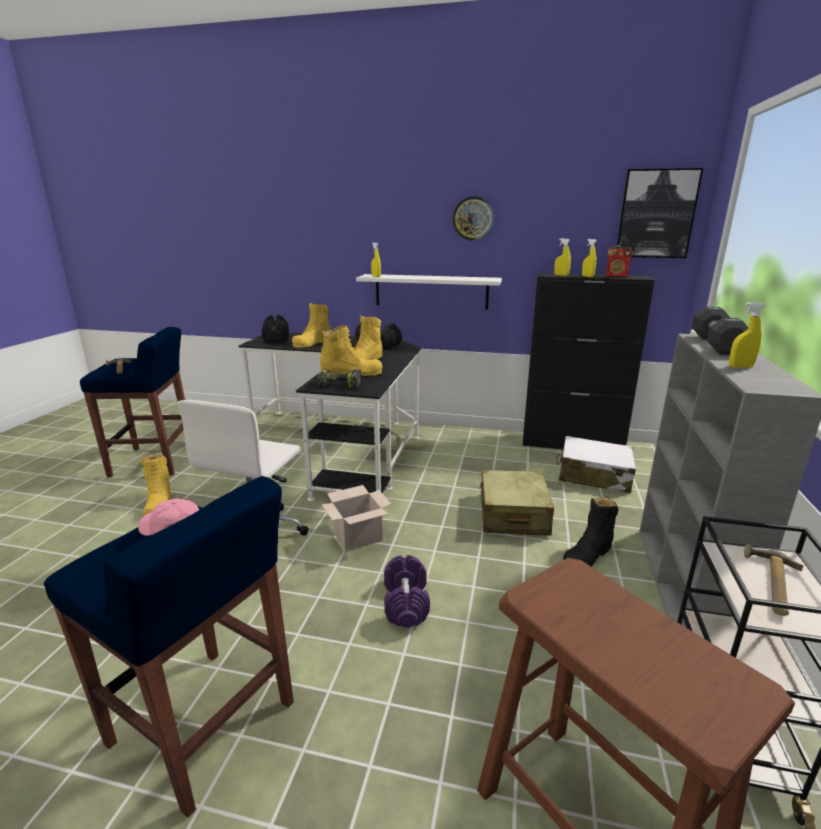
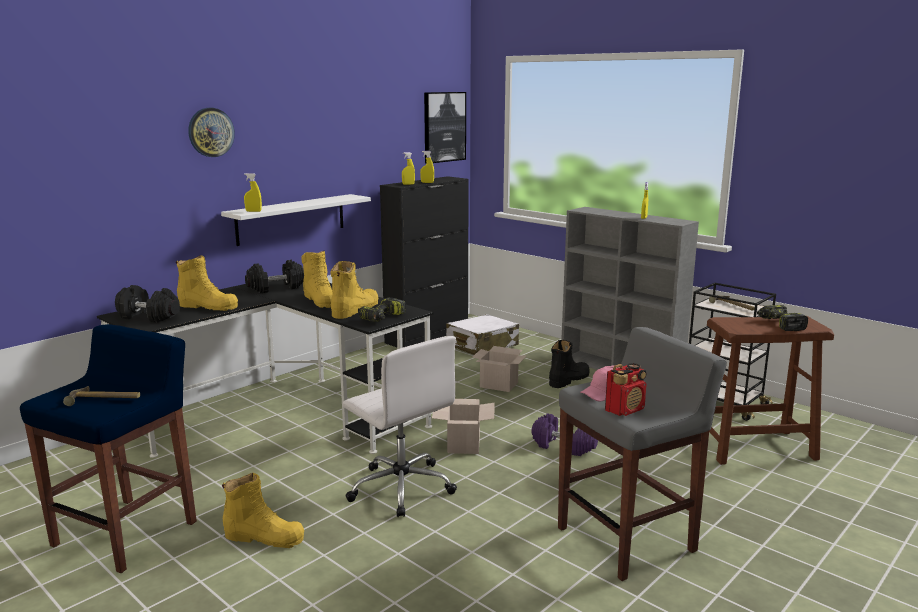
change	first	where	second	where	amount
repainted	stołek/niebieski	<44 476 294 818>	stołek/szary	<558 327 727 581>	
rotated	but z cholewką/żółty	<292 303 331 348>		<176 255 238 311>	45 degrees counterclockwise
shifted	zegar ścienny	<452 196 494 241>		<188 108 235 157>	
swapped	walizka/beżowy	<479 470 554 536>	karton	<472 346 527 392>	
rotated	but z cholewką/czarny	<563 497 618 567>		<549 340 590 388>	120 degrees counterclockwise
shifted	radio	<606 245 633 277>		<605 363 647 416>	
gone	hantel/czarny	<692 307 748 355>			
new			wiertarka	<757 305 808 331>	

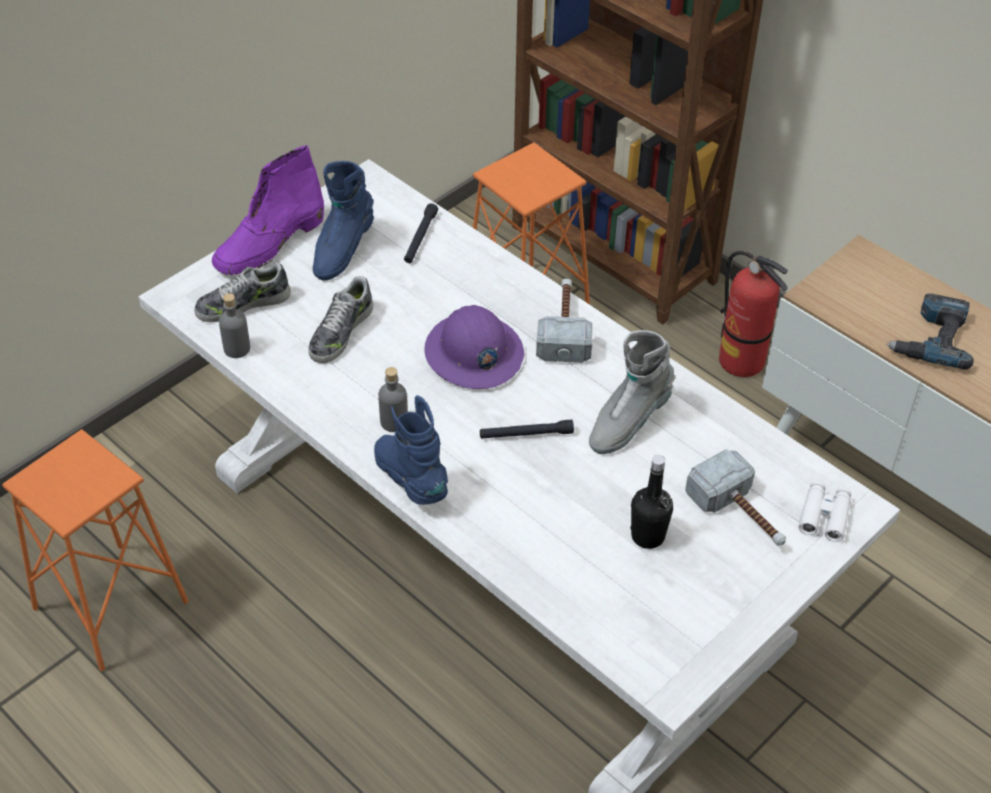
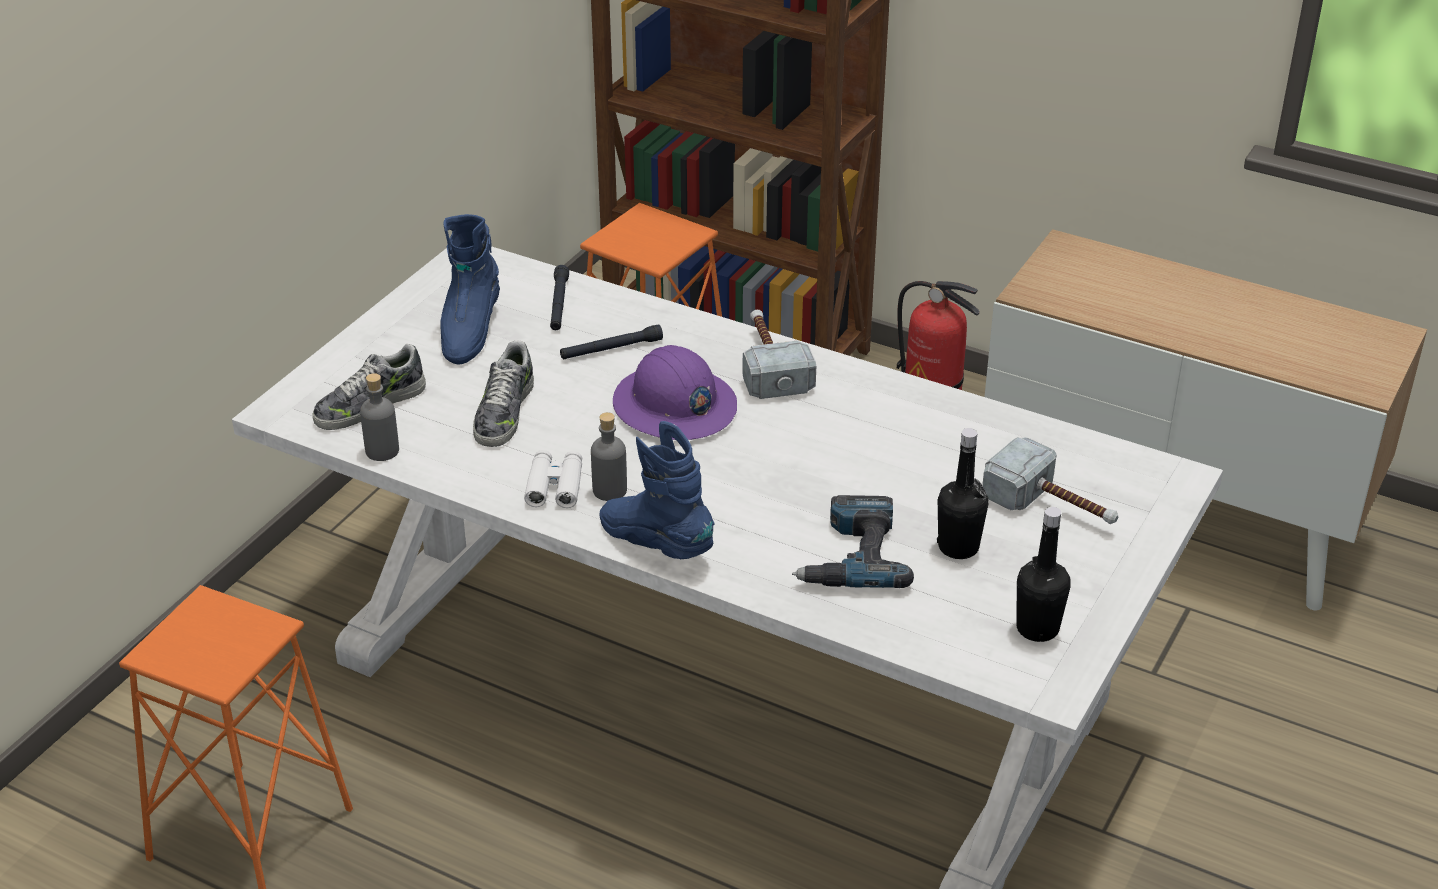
change	first	where	second	where	amount
gone	but z cholewką/fioletowy	<212 145 324 275>			
shifted	latarka/czarny	<480 420 574 439>		<560 324 663 359>	
gone	but z cholewką/szary	<589 330 675 454>			
shifted	lornetka/biały	<799 481 851 542>		<524 450 582 508>	
shifted	wiertarka	<886 293 974 369>		<792 495 914 588>	
new			butelka/czarny	<1016 507 1071 642>	

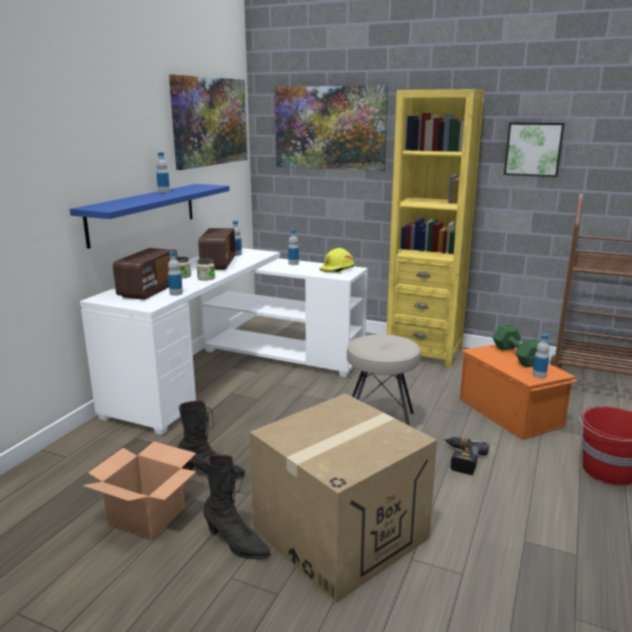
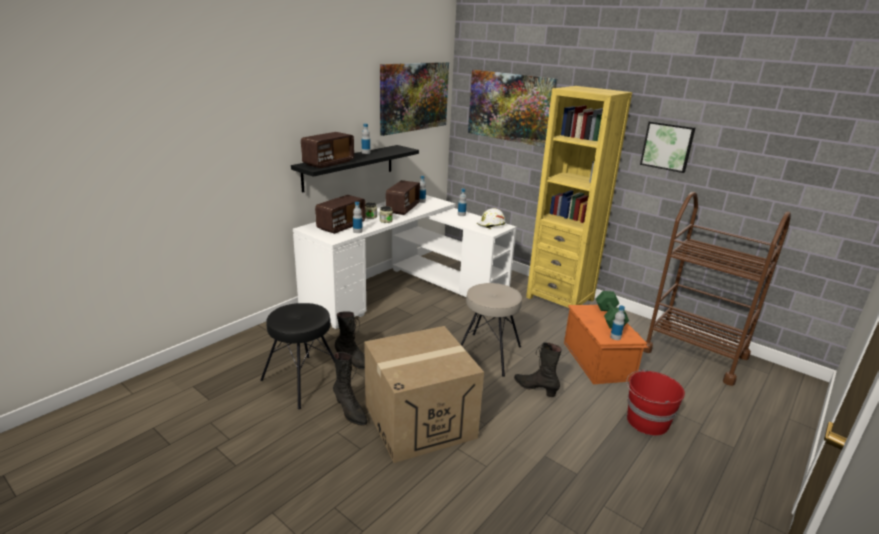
change	first	where	second	where	amount
repainted	półka/niebieski	<70 184 230 249>	półka/czarny	<291 145 419 193>	
swapped	karton	<82 442 196 539>	stołek/czarny	<260 303 335 409>	
repainted	kask/żółty	<319 248 354 274>	kask/biały	<477 208 505 229>	
swapped	wiertarka	<443 437 489 475>	but z cholewką/czarny	<514 342 562 397>	
new			radio	<301 132 354 168>	

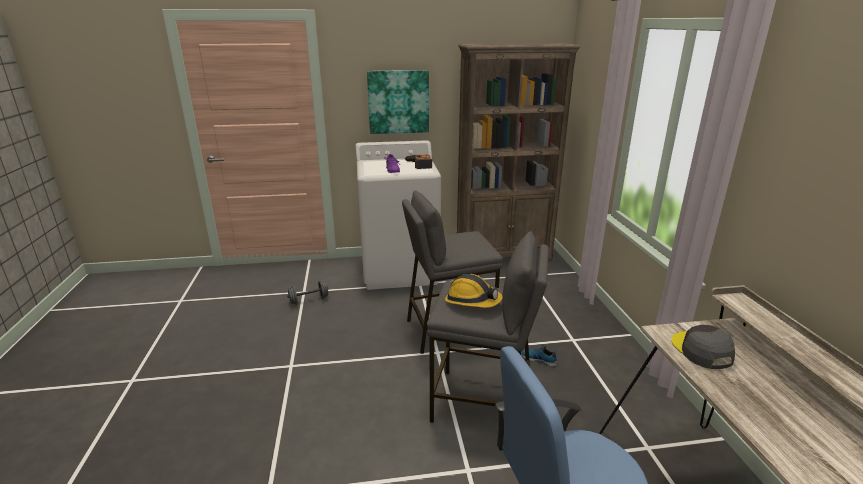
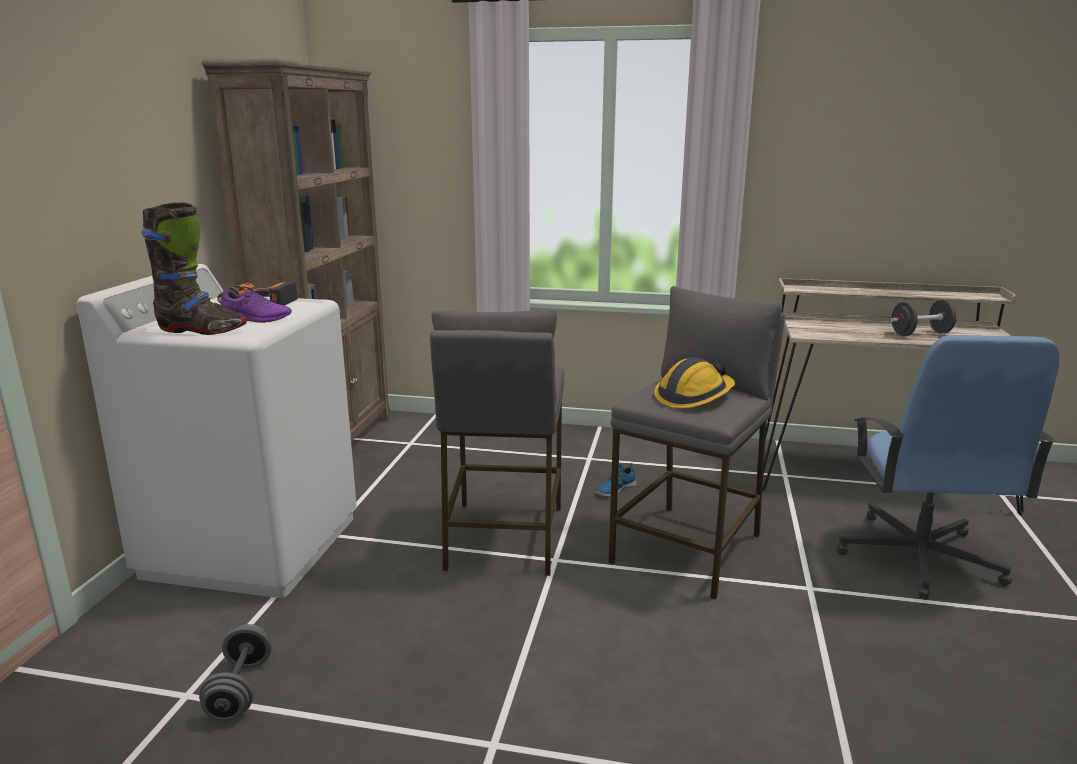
change	first	where	second	where	amount
gone	obraz	<367 70 429 134>			
gone	czapka z daszkiem/szary	<672 325 735 369>			
new			but z cholewką/czarny	<141 202 247 335>	
new			hantel/czarny	<891 300 956 336>	

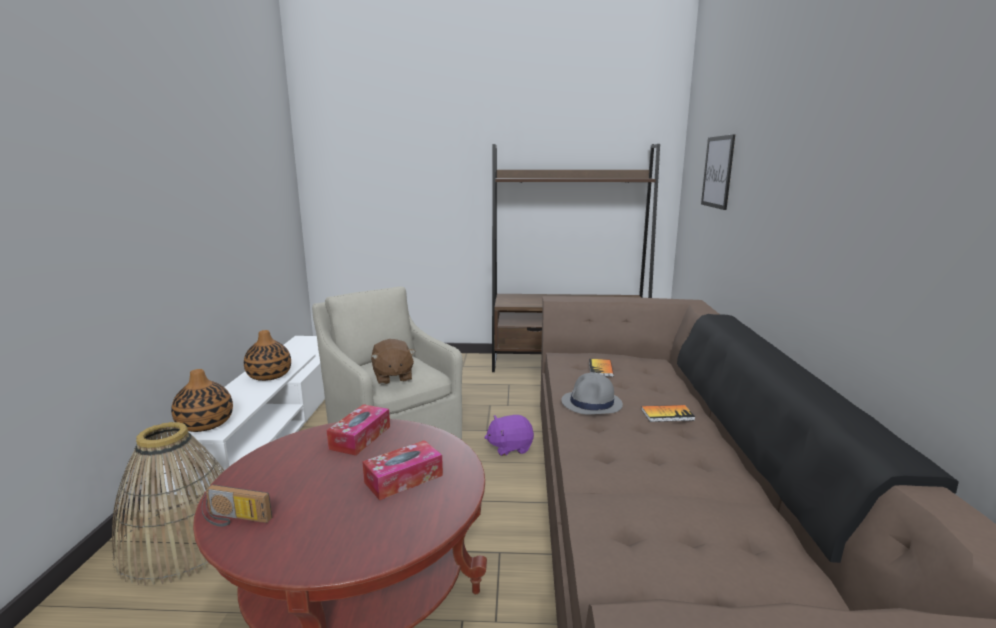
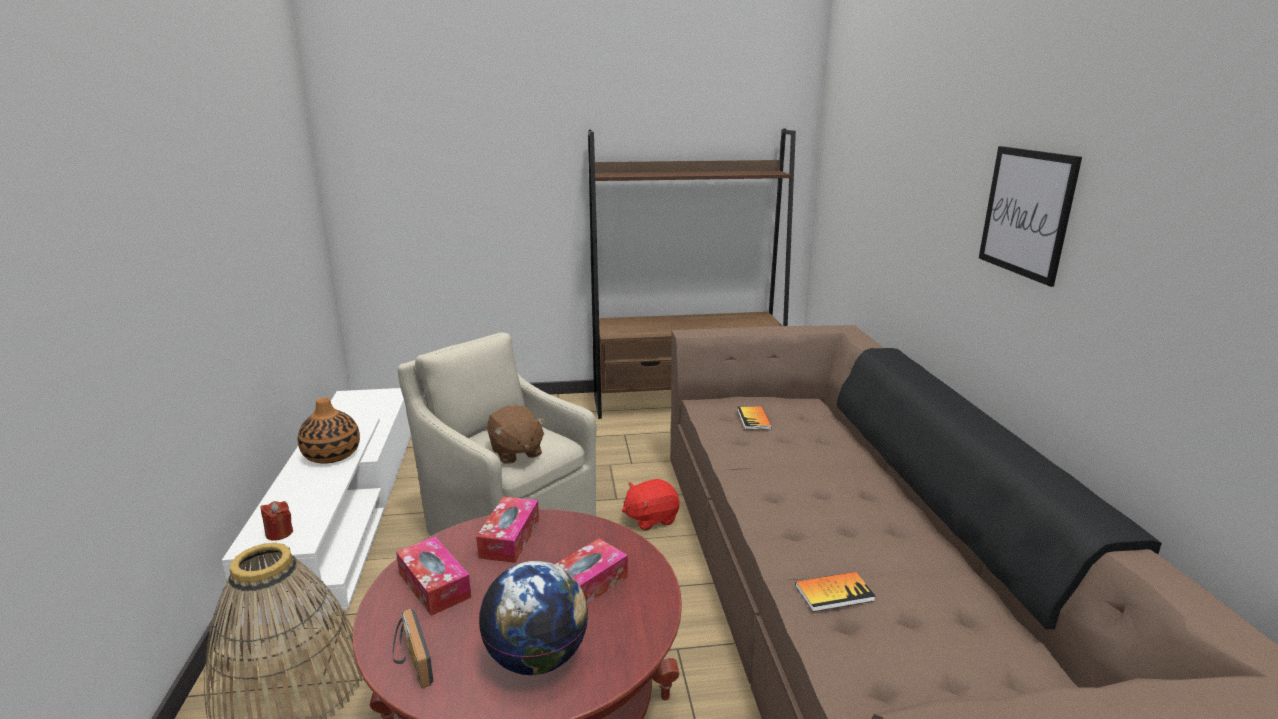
change	first	where	second	where	amount
swapped	wazon	<171 369 233 432>	świeca/czerwony	<260 501 293 541>	
rotated	radio	<202 485 272 527>		<392 608 433 689>	60 degrees clockwise
repainted	pluszak/fioletowy	<484 415 534 456>	pluszak/czerwony	<622 479 680 531>	
gone	kapelusz/szary	<561 373 623 414>			
shifted	książka	<641 405 695 422>		<795 572 875 612>	
shifted	obraz	<701 134 735 210>		<979 146 1082 287>	
new			pudełko chusteczek	<396 537 471 616>	
new			globus	<479 561 588 675>	

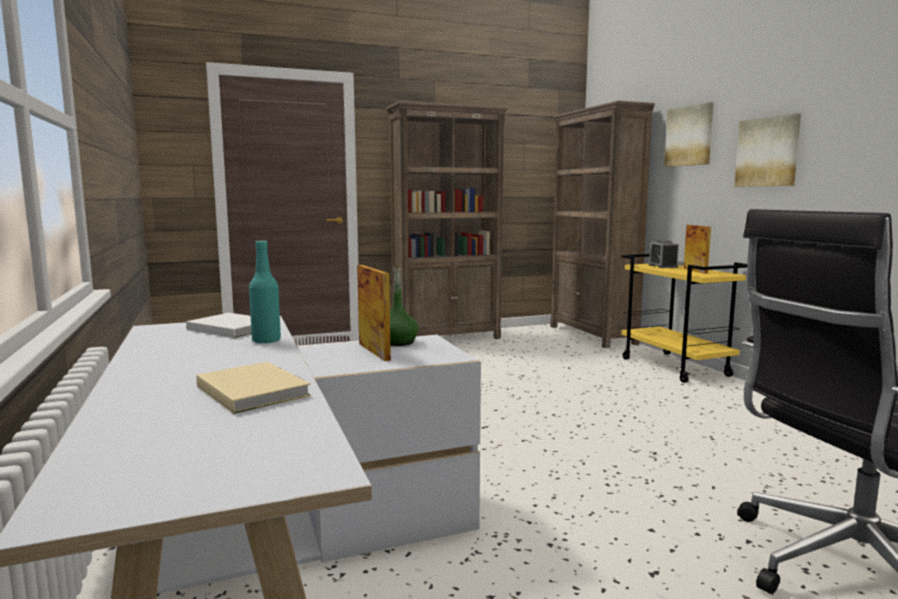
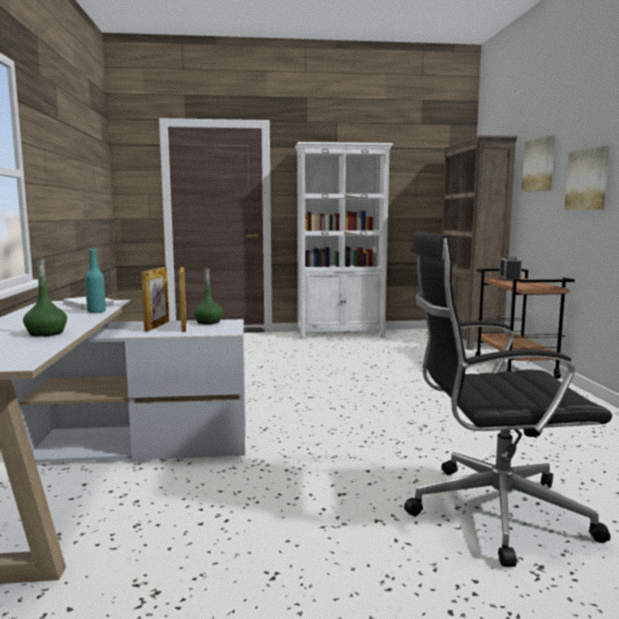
change	first	where	second	where	amount
swapped	książka/beżowy	<196 362 311 414>	butelka/zielony	<23 257 67 337>	
repainted	regał/brązowy	<386 101 508 339>	regał/biały	<294 142 393 339>	
repainted	wózek/żółty	<621 254 747 383>	wózek/brązowy	<475 269 575 379>	
shifted	ramka na zdjęcie	<684 225 711 274>		<141 267 169 331>	

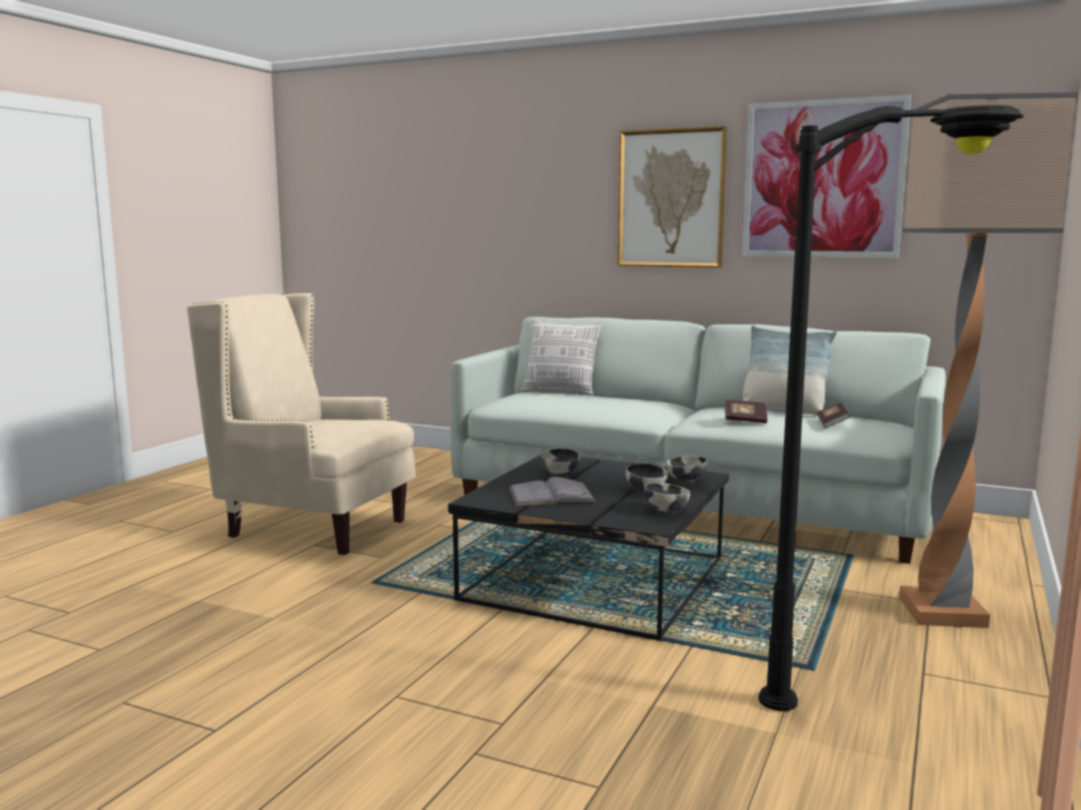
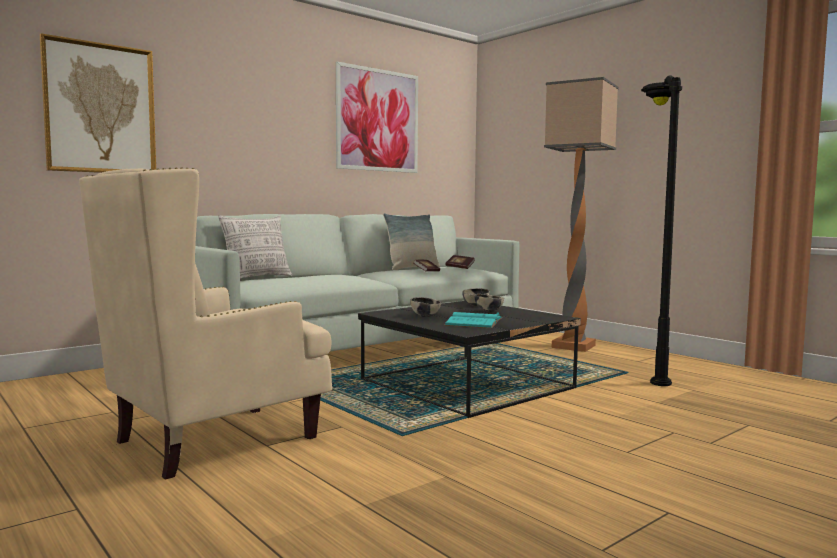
change	first	where	second	where	amount
repainted	książka/szary	<509 477 596 506>	książka/turkusowy	<444 312 502 328>	
shifted	obraz	<617 126 727 268>		<40 33 156 173>	
gone	miska	<644 483 690 514>			

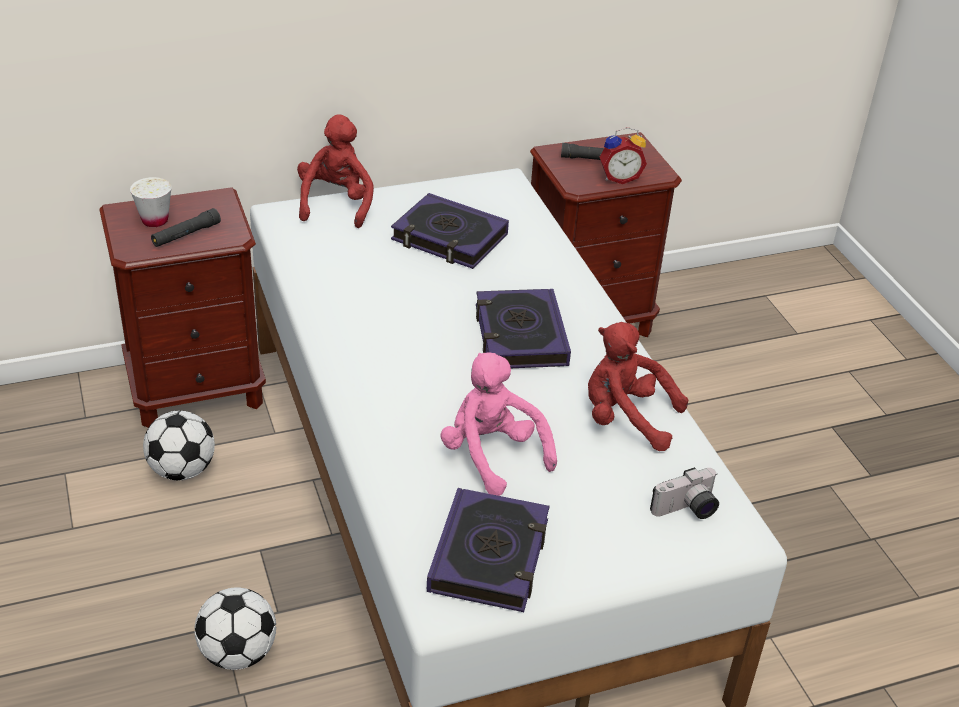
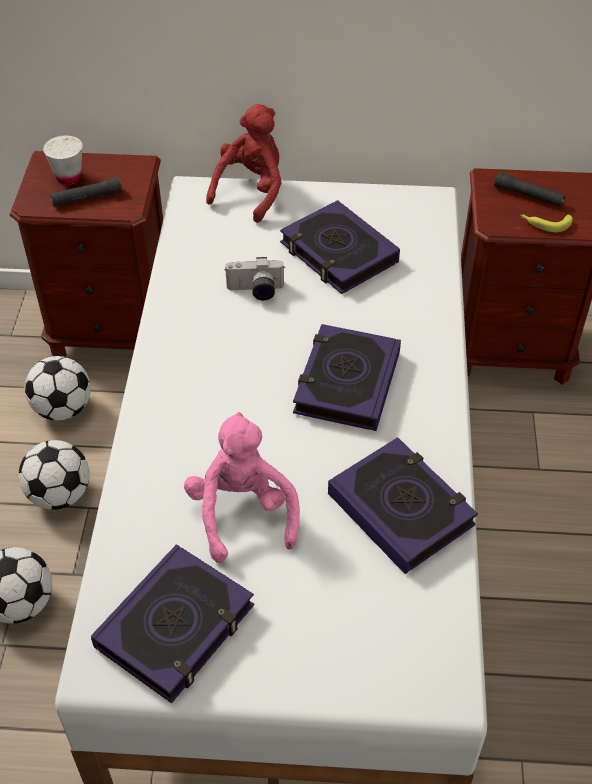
change	first	where	second	where	amount
swapped	pluszak/czerwony	<588 322 688 451>	książka	<328 437 478 574>	
swapped	budzik	<600 127 647 184>	banan	<520 214 573 232>	
shifted	aparat fotograficzny	<650 467 719 519>		<225 257 284 300>	
new			piłka futbolowa	<19 440 90 510>	

